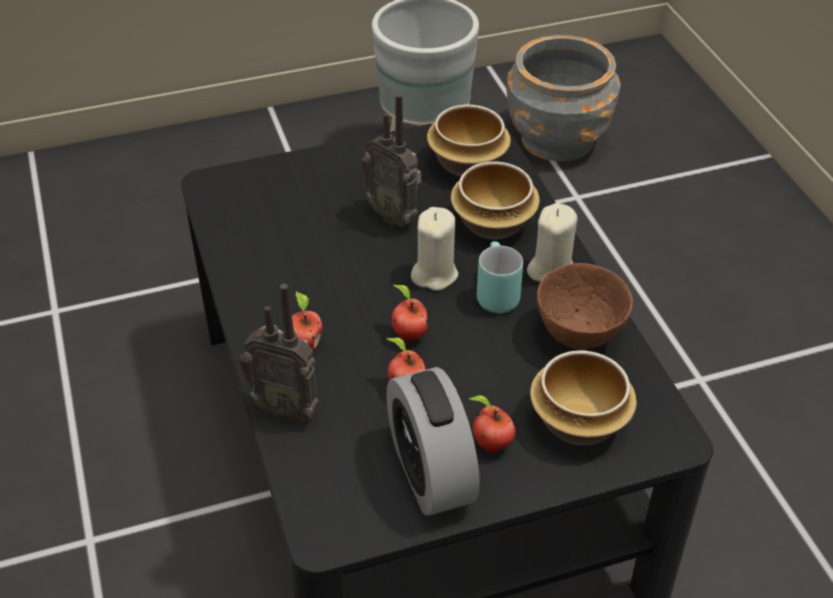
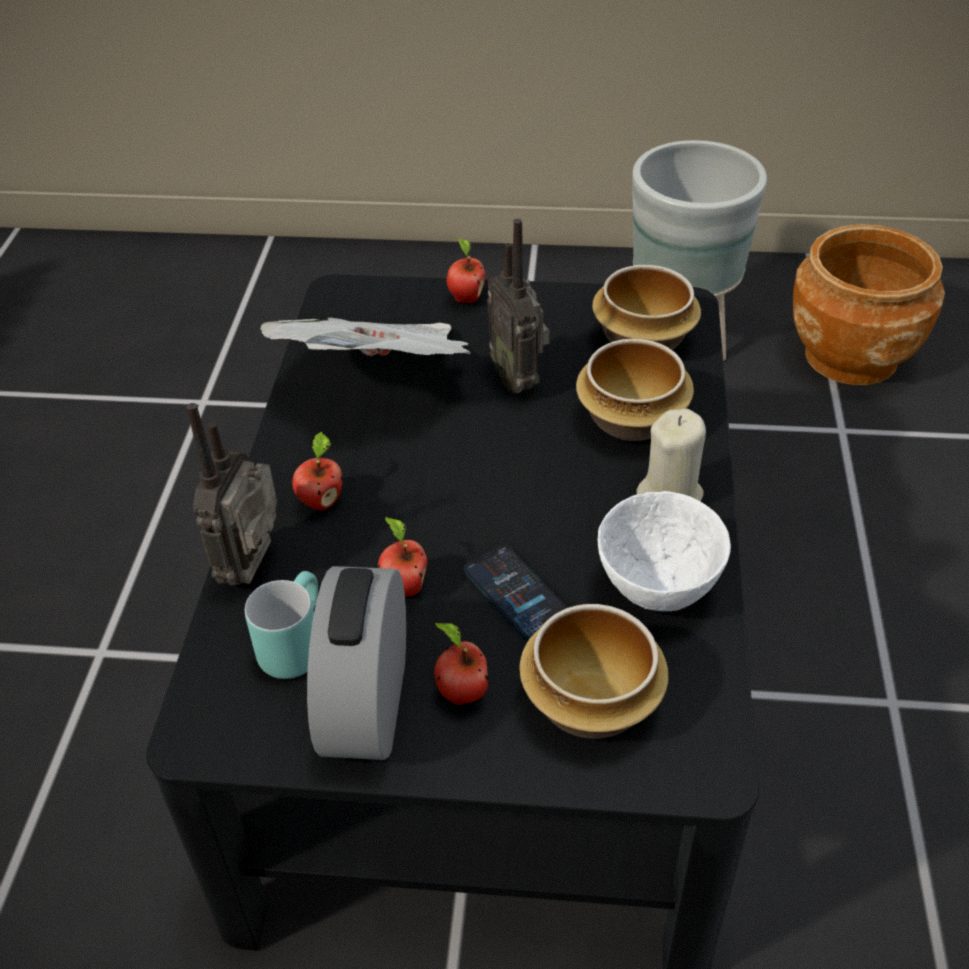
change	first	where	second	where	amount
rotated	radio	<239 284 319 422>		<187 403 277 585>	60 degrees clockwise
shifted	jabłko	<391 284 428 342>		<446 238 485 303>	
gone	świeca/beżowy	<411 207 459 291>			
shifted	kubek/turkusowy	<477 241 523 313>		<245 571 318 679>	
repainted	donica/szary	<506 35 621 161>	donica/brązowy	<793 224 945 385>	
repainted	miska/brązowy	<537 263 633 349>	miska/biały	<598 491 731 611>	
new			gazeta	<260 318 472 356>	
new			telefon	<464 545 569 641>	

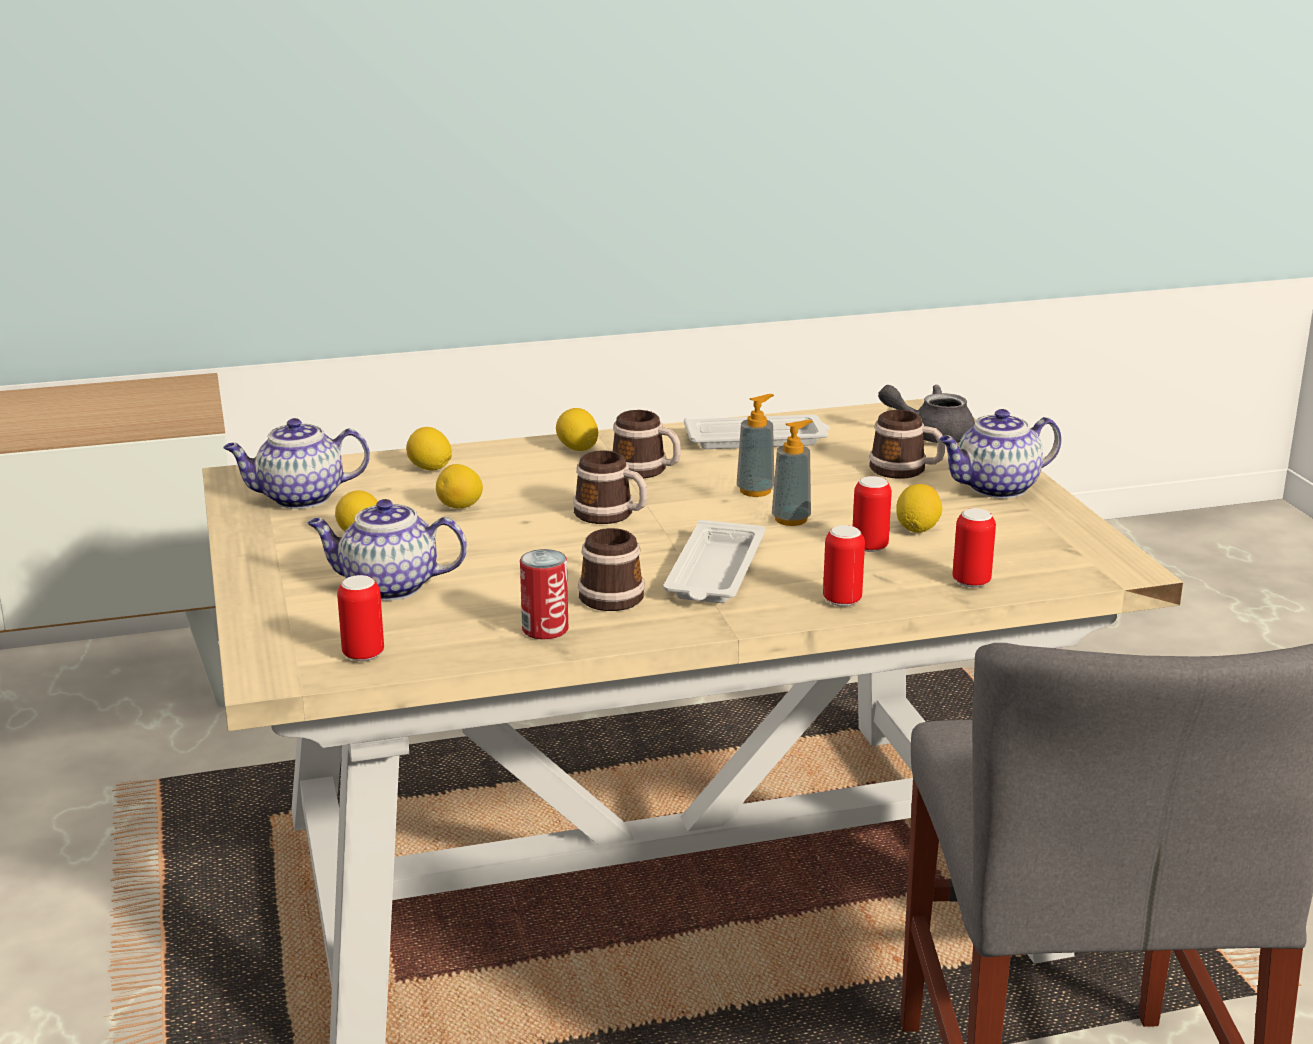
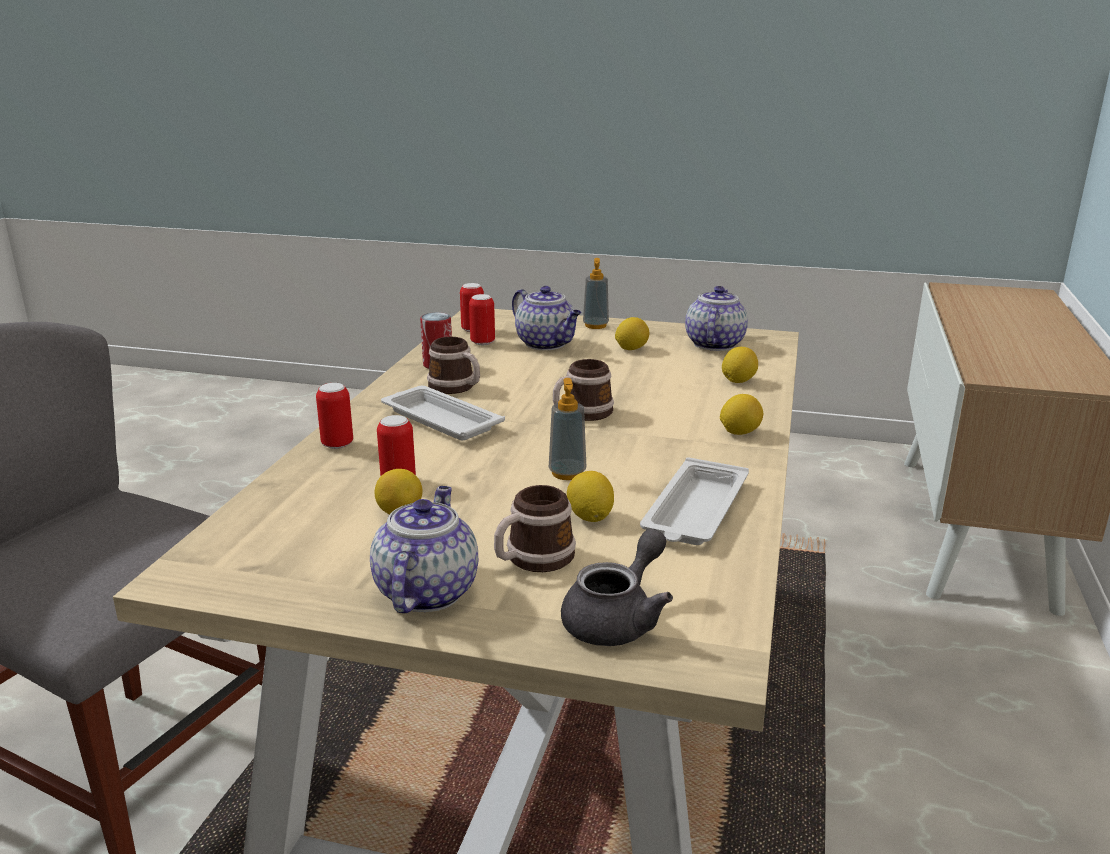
change	first	where	second	where	amount
rotated	imbryk	<307 499 467 601>		<512 286 581 350>	105 degrees clockwise
shifted	cytryna	<436 464 483 508>		<567 471 614 522>	
gone	kubek	<613 410 681 478>			
shifted	dozownik mydła	<772 420 813 526>		<583 258 609 329>	
shifted	puszka	<953 508 996 587>		<469 294 495 345>	

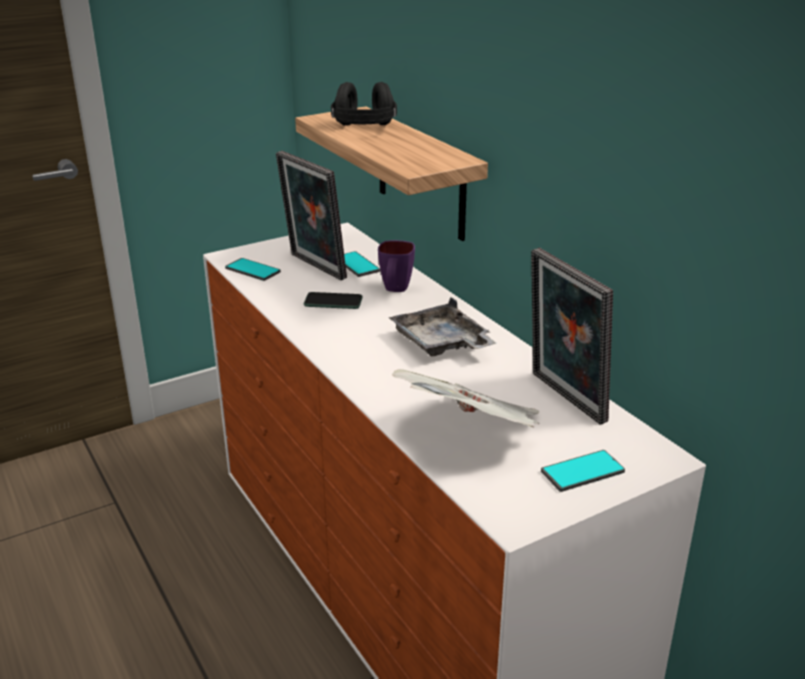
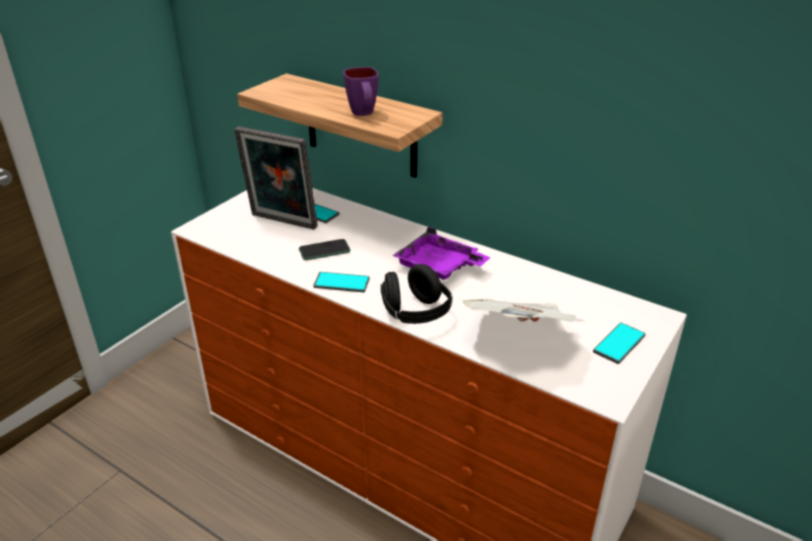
change	first	where	second	where	amount
shifted	telefon	<225 258 281 281>		<313 272 369 292>	
shifted	słuchawki/czarny	<331 82 397 126>		<381 264 453 324>	
shifted	kubek/fioletowy	<378 240 415 292>		<343 67 378 116>	
repainted	taca/szary	<389 297 496 357>	taca/fioletowy	<392 227 491 280>	
gone	ramka na zdjęcie	<531 248 613 425>			

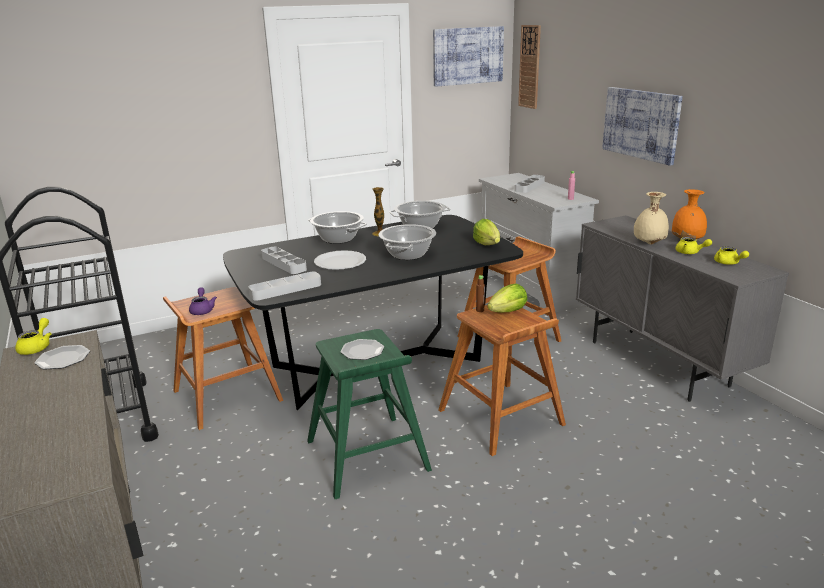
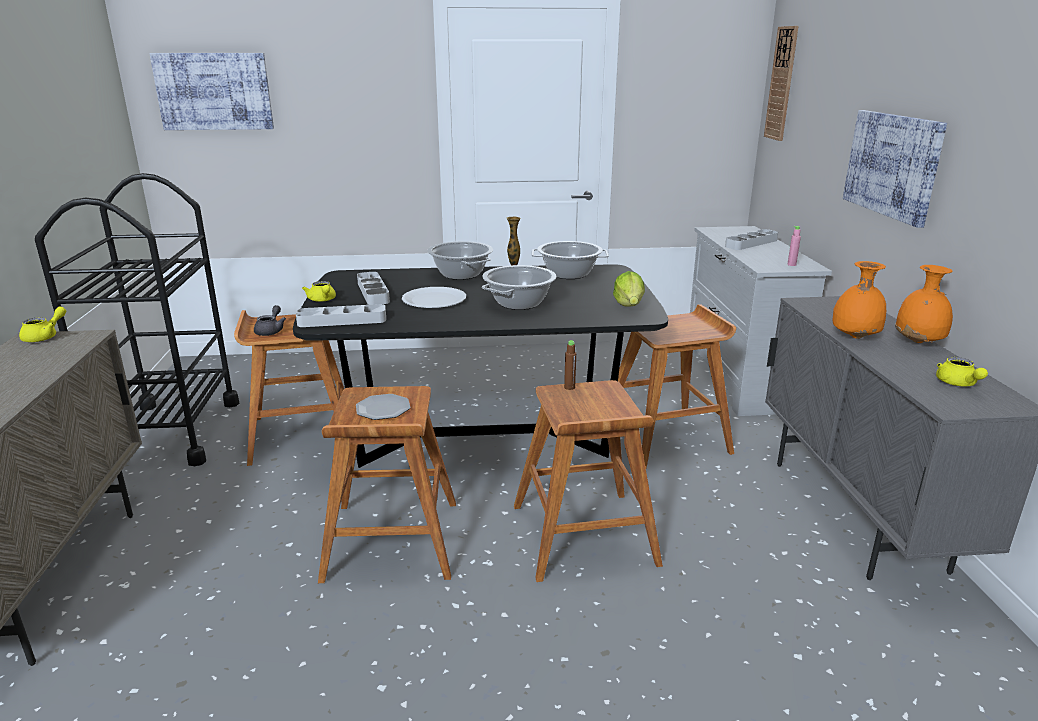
change	first	where	second	where	amount
gone	talerz	<34 345 90 370>			
repainted	imbryk/fioletowy	<189 287 217 315>	imbryk/szary	<254 305 286 336>	
repainted	stołek/zielony	<307 329 432 499>	stołek/brązowy	<318 386 456 583>	
shifted	obraz	<433 26 504 87>		<150 53 274 130>	
gone	sałata	<487 284 527 313>			
repainted	wazon/beżowy	<634 192 669 244>	wazon/pomarańczowy	<832 261 886 339>	
shifted	imbryk/żółty	<675 237 712 254>		<302 281 336 302>	

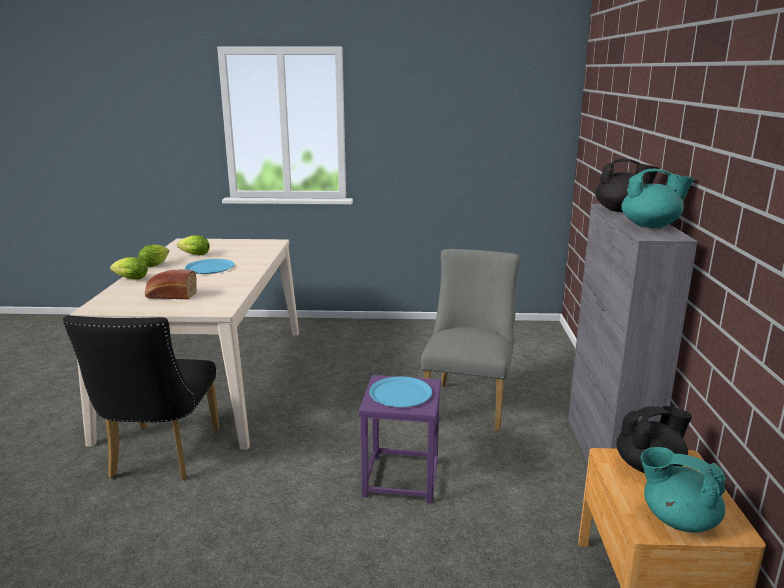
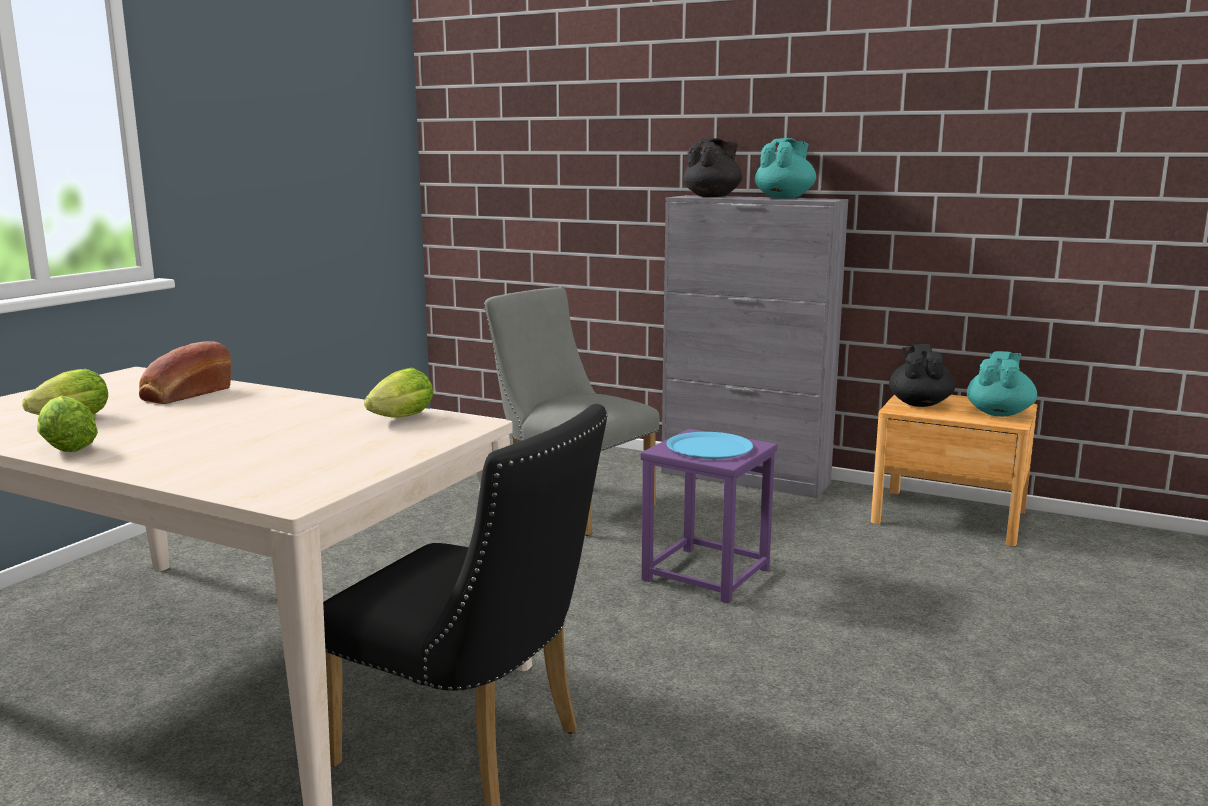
change	first	where	second	where	amount
shifted	sałata	<110 257 148 280>		<364 368 433 417>	
shifted	chleb	<145 269 197 300>		<139 341 231 404>	
gone	talerz/niebieski	<185 259 234 274>			
rotated	imbryk/turkusowy	<641 447 726 533>		<967 351 1037 416>	150 degrees clockwise

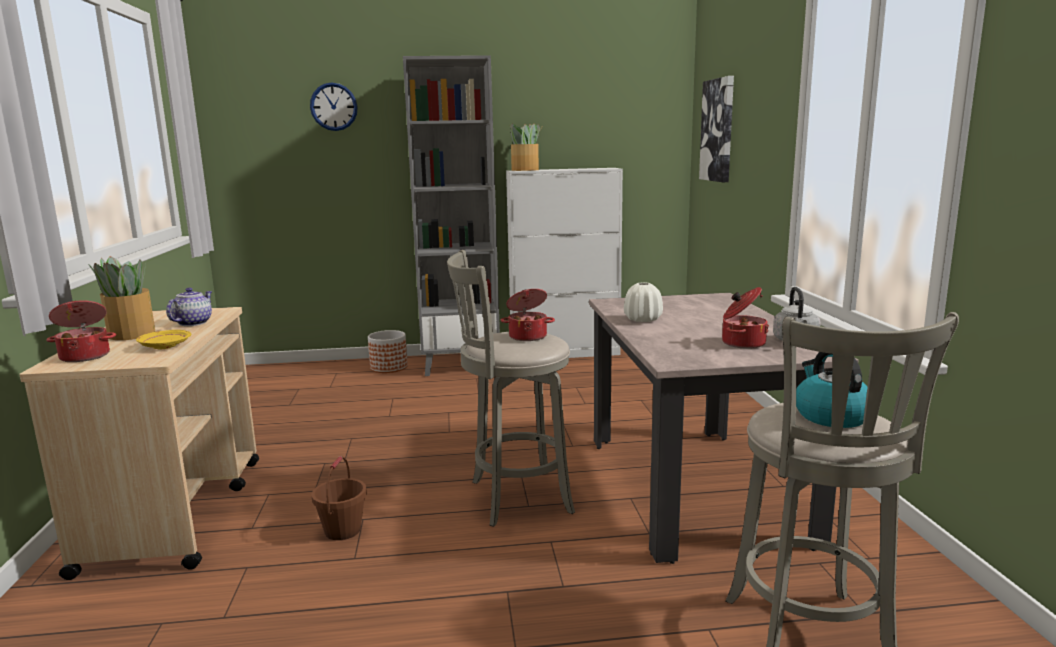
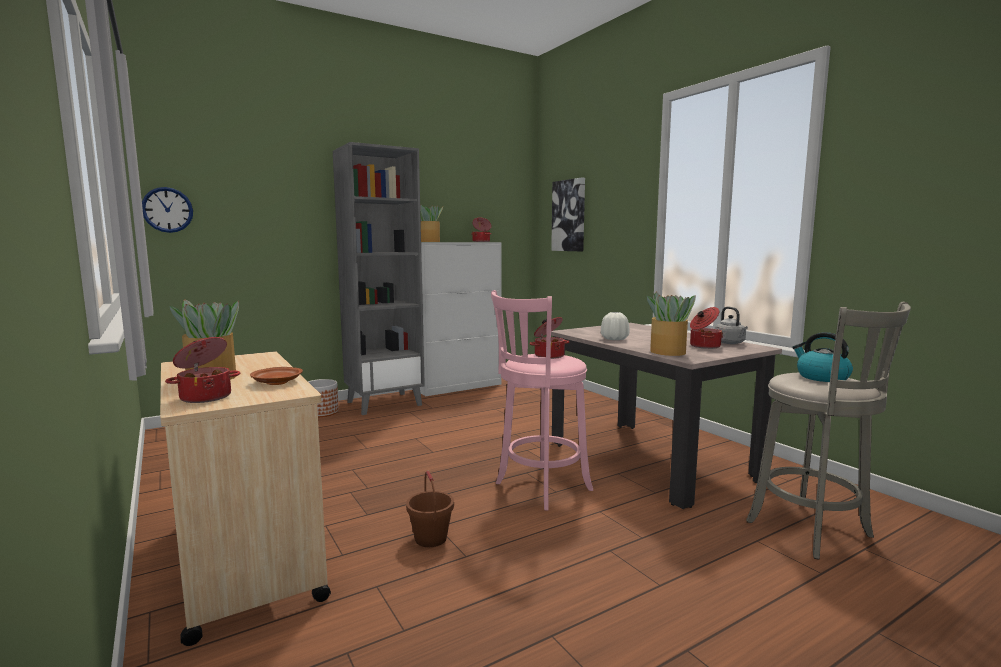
change	first	where	second	where	amount
repainted	talerz/żółty	<136 330 191 349>	talerz/brązowy	<250 367 303 385>	
gone	imbryk	<166 288 212 326>			
shifted	zegar ścienny	<310 83 358 131>		<142 187 193 233>	
repainted	stołek/szary	<447 250 575 527>	stołek/różowy	<491 290 593 510>	
new			garnek	<471 217 492 242>	
new			roślina doniczkowa	<647 292 696 356>	

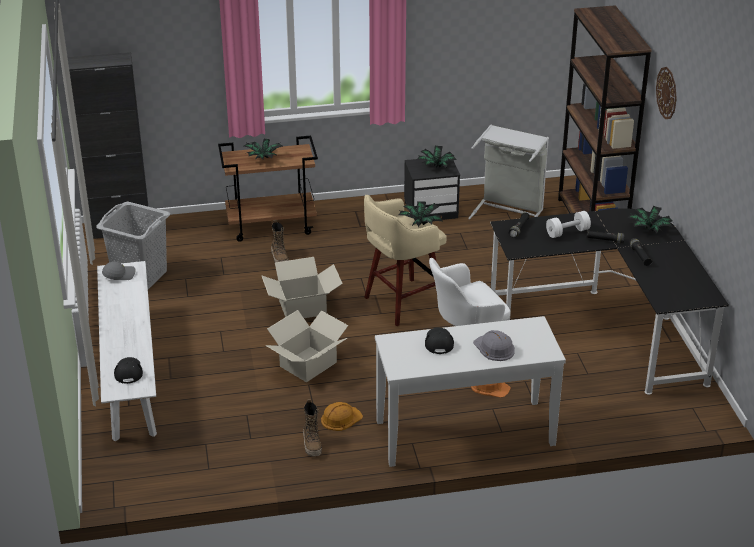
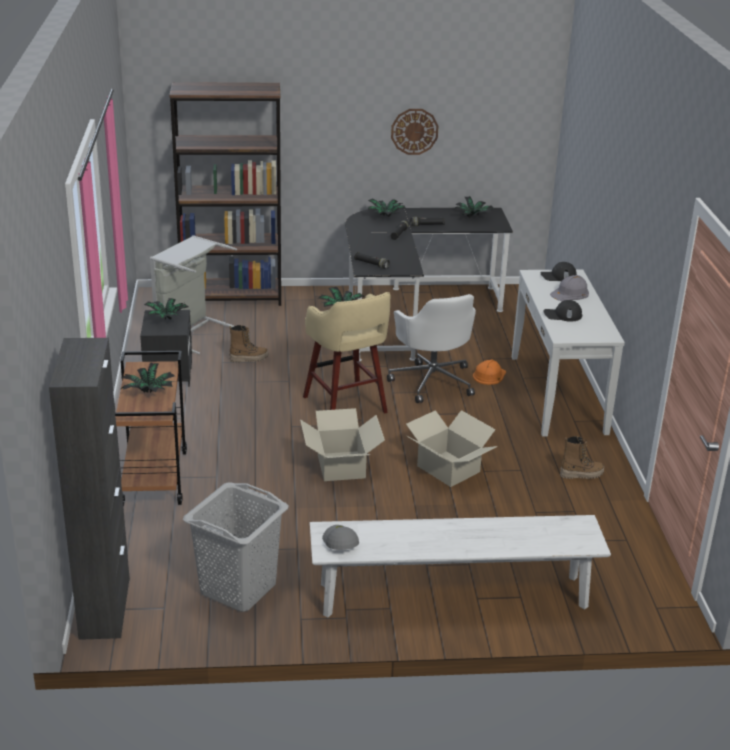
change	first	where	second	where	amount
shifted	czapka z daszkiem/czarny	<114 357 143 384>		<541 262 577 281>	
shifted	but z cholewką	<271 220 289 263>		<229 325 268 363>	
gone	kask/pomarańczowy	<321 402 363 431>			
gone	hantel/biały	<546 211 591 238>			
shifted	zegar ścienny	<656 67 677 119>		<391 109 439 155>	
new			roślina doniczkowa	<455 196 494 218>	

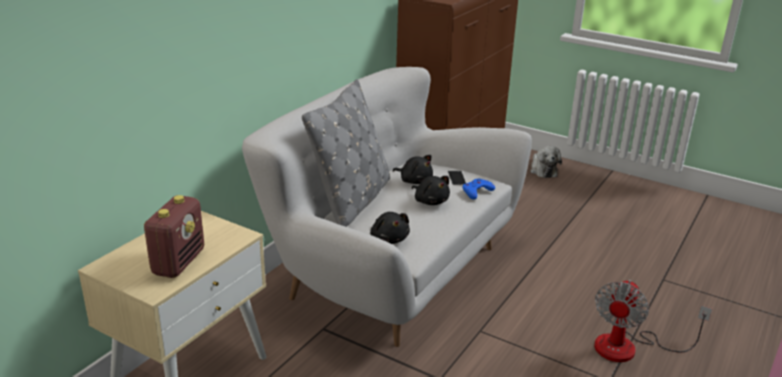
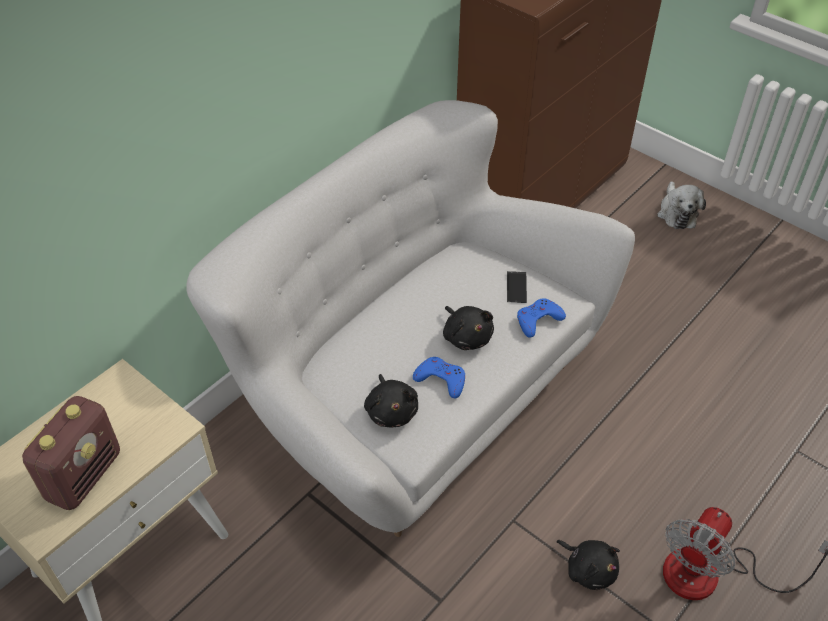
change	first	where	second	where	amount
gone	poduszka/szary	<302 79 390 227>			
shifted	pluszak/czarny	<393 155 433 184>		<556 540 620 590>	
new			pad do gier/niebieski	<413 357 465 399>	

